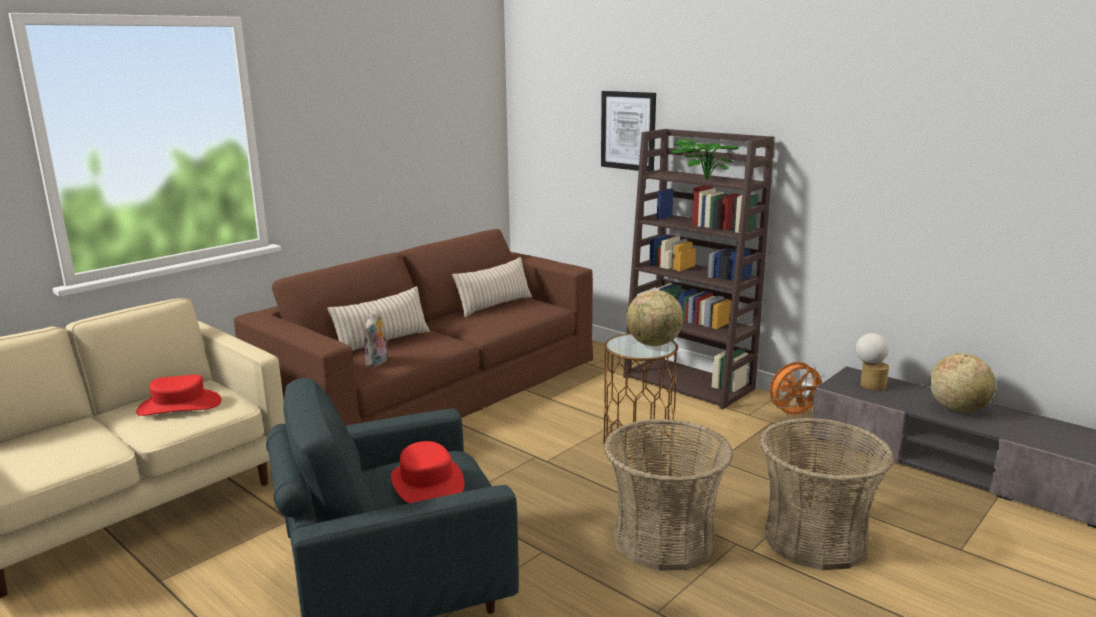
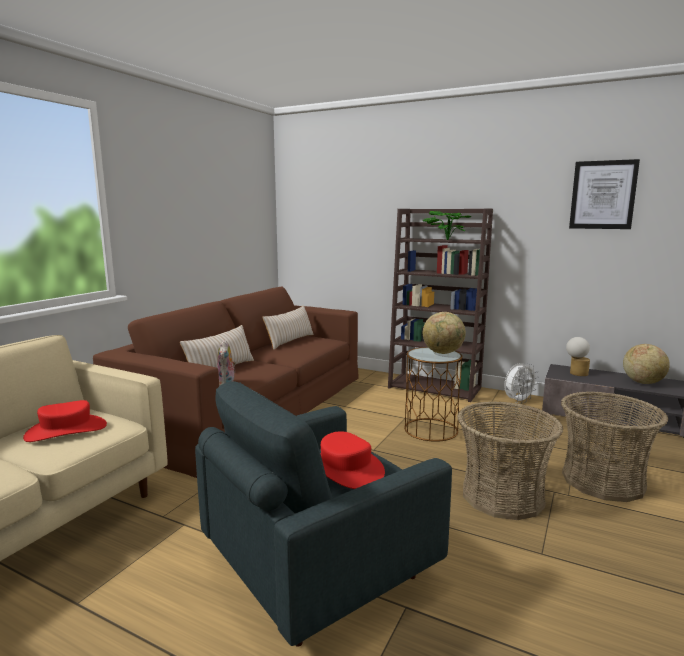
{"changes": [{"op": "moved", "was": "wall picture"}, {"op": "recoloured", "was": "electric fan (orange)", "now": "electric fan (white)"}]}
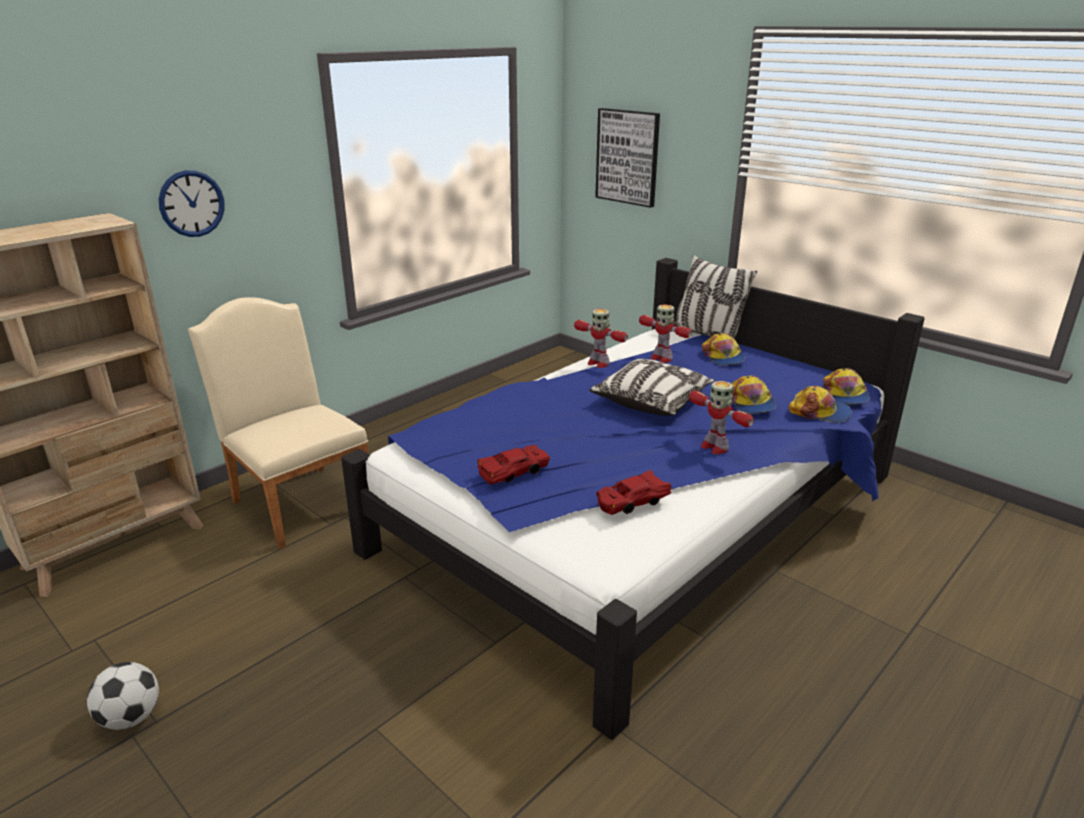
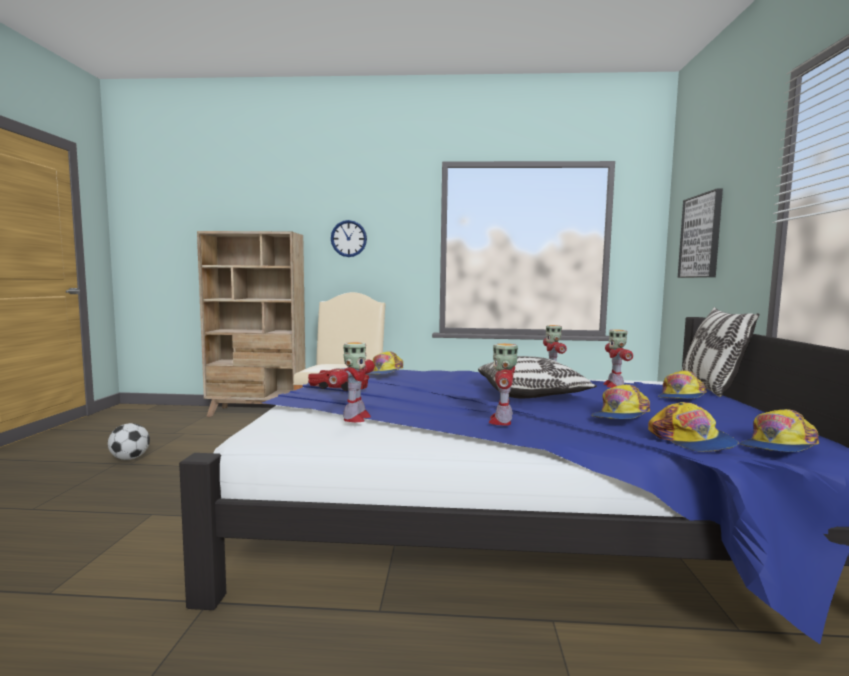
{"changes": [{"op": "replaced", "was": "model car (red) (2nd from left)", "now": "toy robot (1st from left)"}, {"op": "added", "now": "cap (1st from left)"}]}
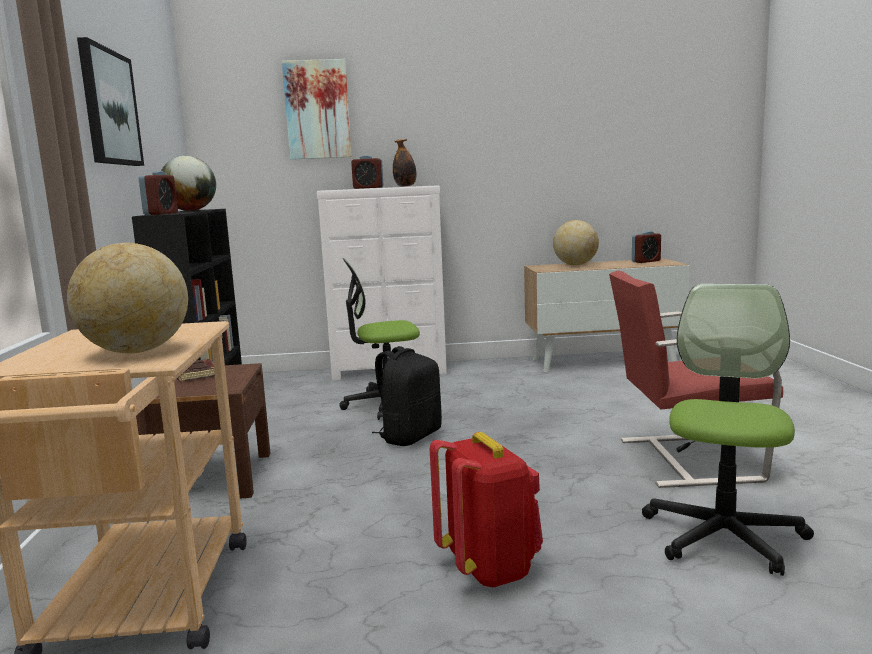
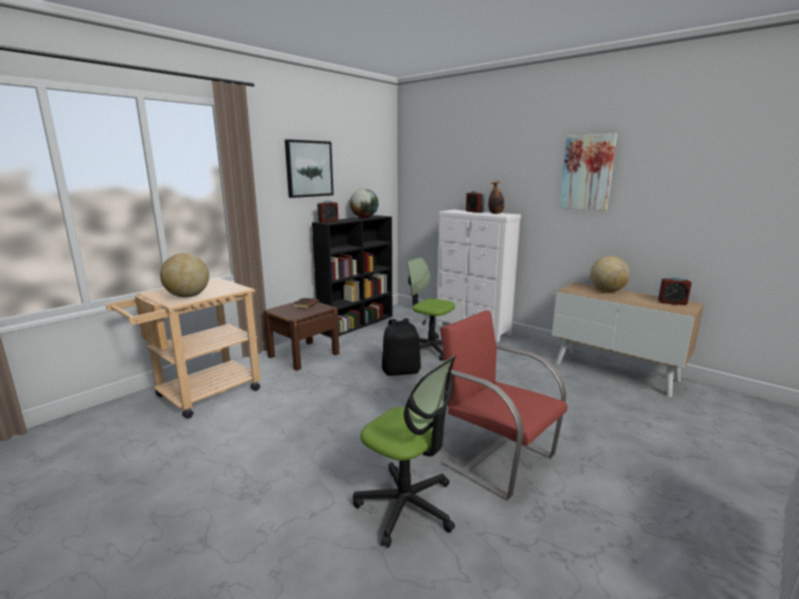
{"changes": [{"op": "moved", "was": "wall picture (2nd from left)"}, {"op": "removed", "was": "rucksack (red)"}, {"op": "turned", "was": "computer chair (2nd from left in the first image)", "clockwise": 60}]}
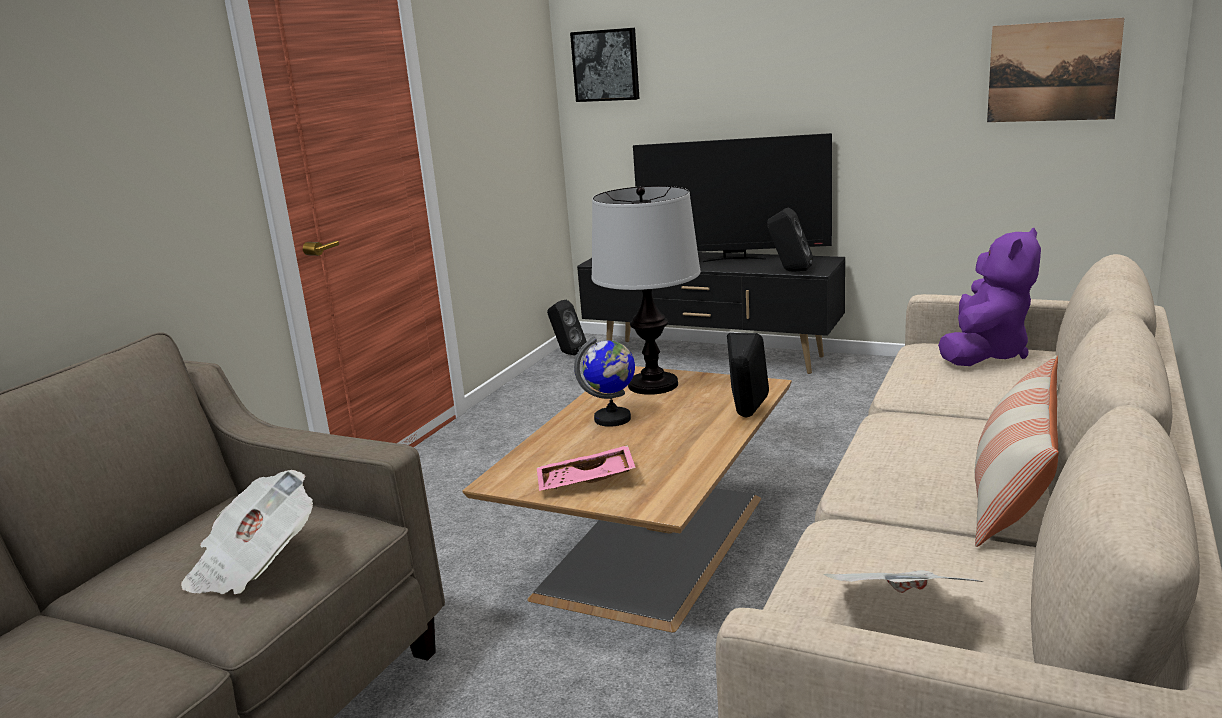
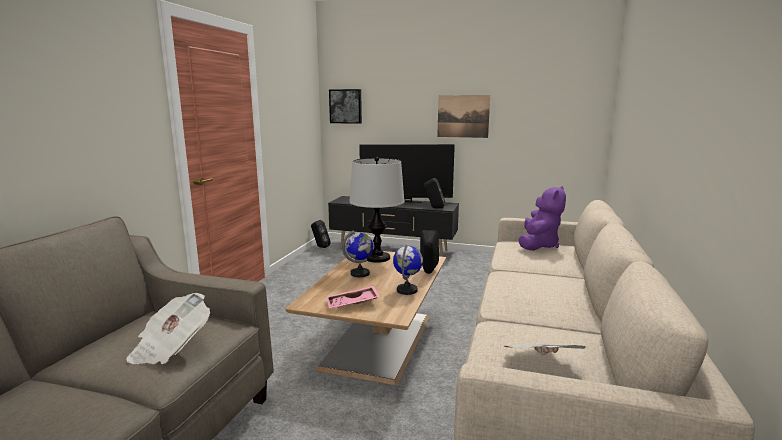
{"changes": [{"op": "removed", "was": "throw pillow"}, {"op": "moved", "was": "wall picture (2nd from left)"}, {"op": "added", "now": "world globe (2nd from left)"}]}
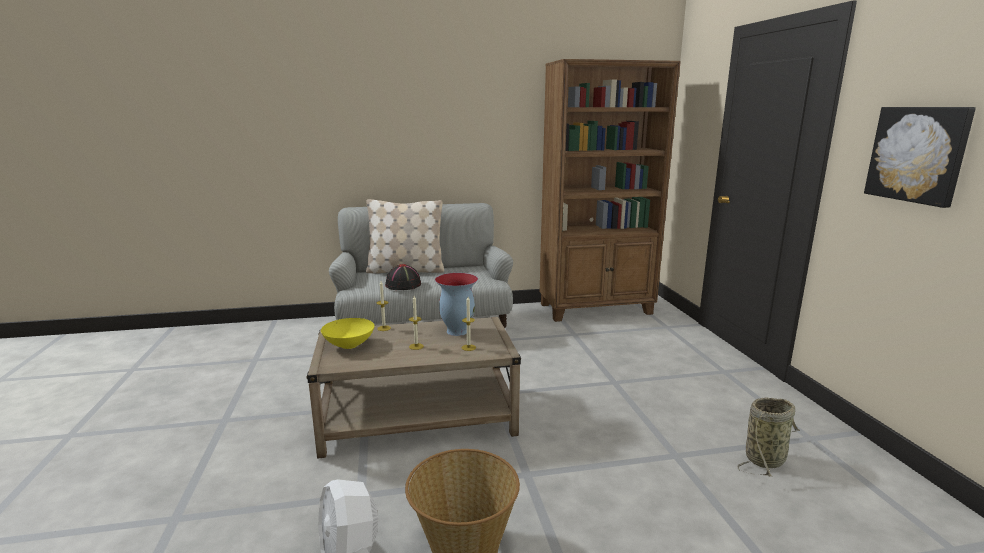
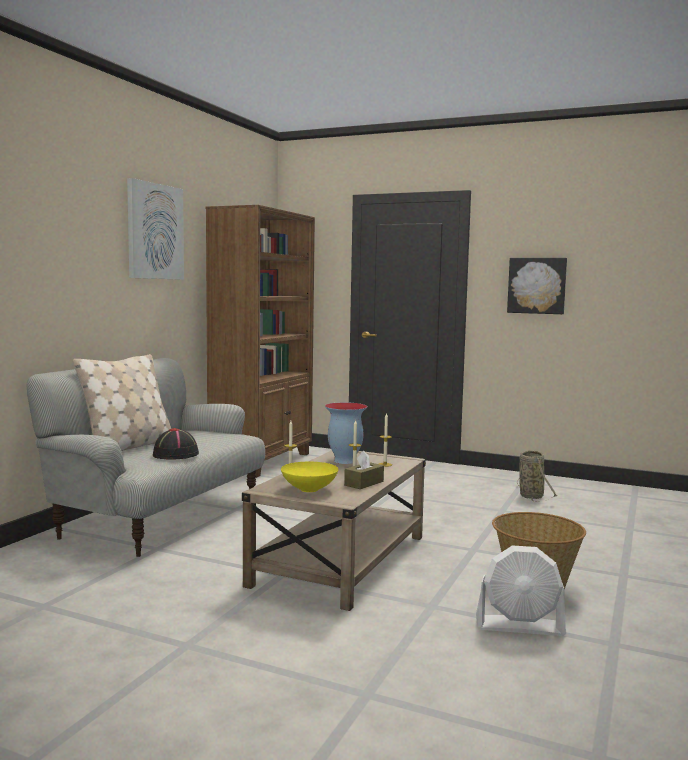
{"changes": [{"op": "added", "now": "wall picture (1st from left)"}, {"op": "added", "now": "tissue holder (brownish)"}]}
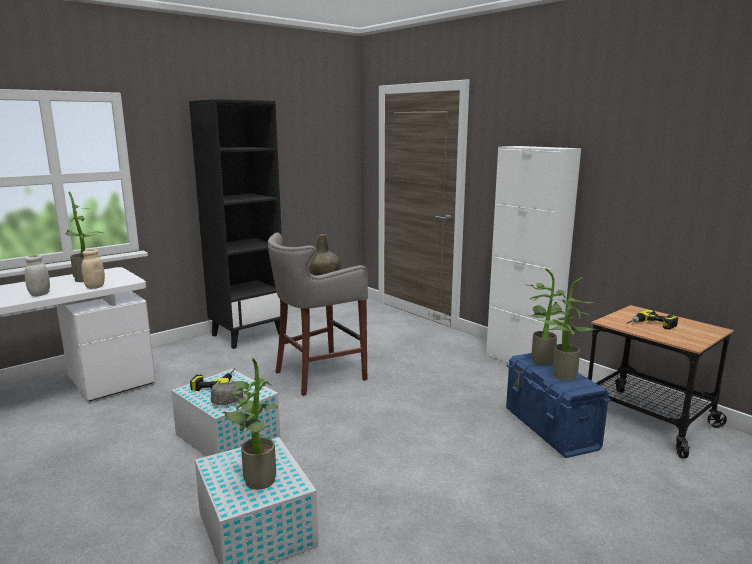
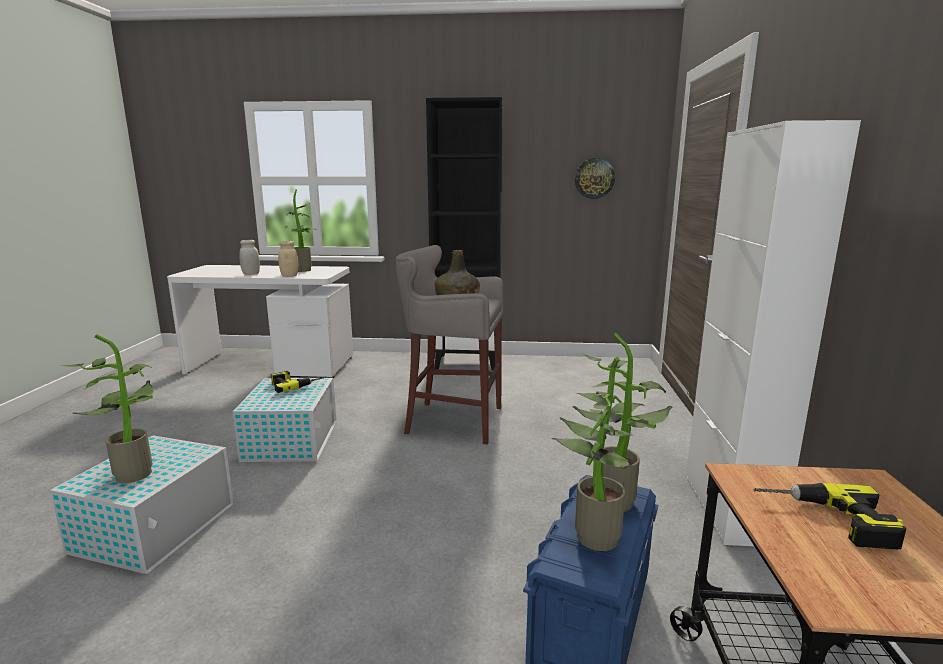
{"changes": [{"op": "removed", "was": "cap (greyish)"}, {"op": "added", "now": "hanging clock"}]}
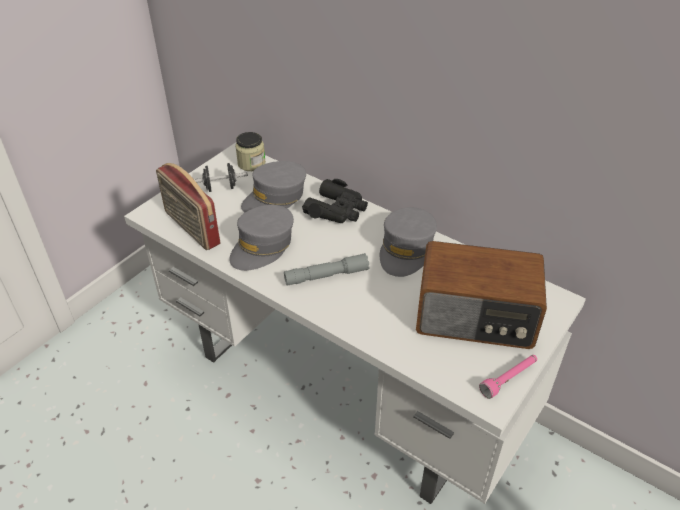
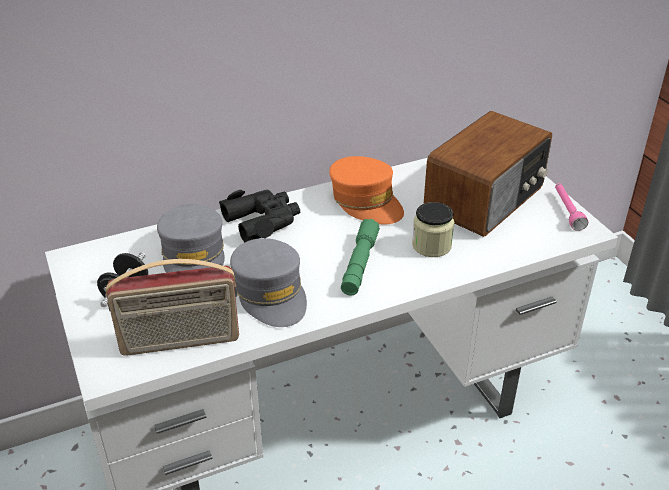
{"changes": [{"op": "moved", "was": "preserve jar"}, {"op": "recoloured", "was": "torch (greyish)", "now": "torch (green-coloured)"}, {"op": "recoloured", "was": "cap (greyish) (3rd from left)", "now": "cap (orange)"}]}
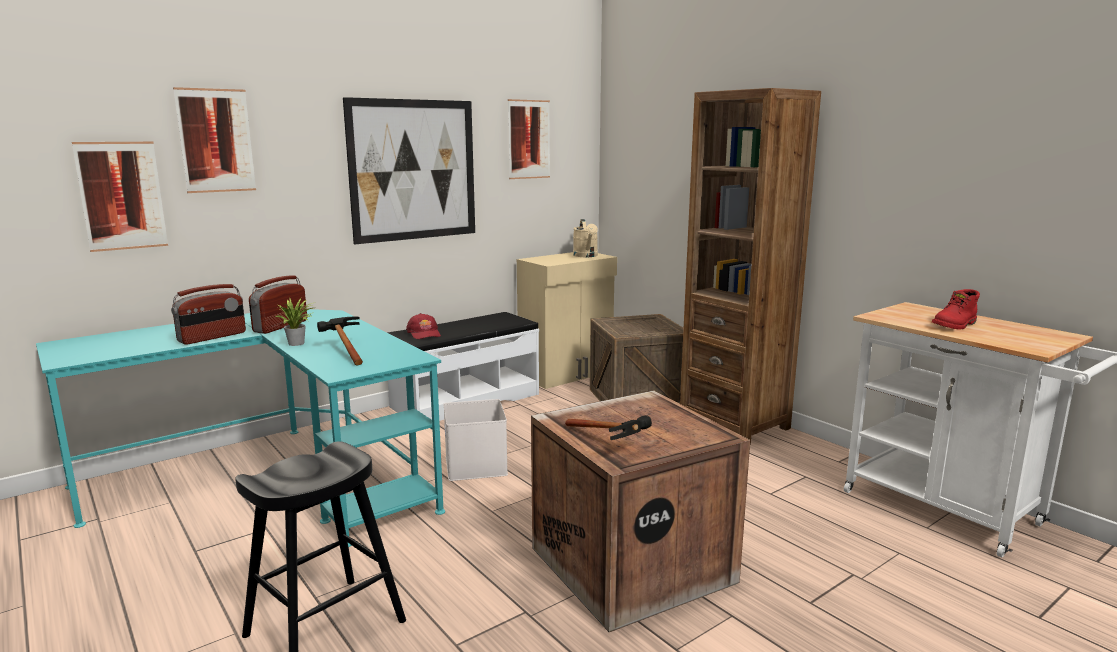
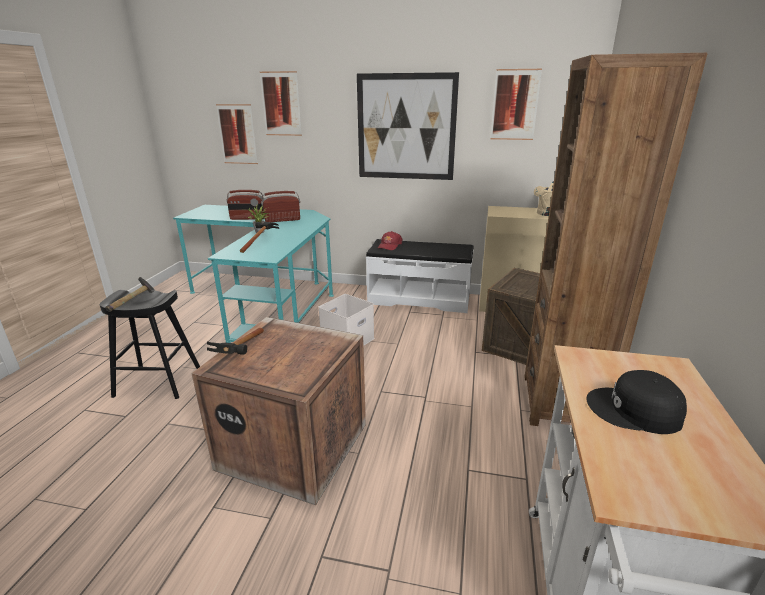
{"changes": [{"op": "replaced", "was": "boot (red)", "now": "cap (black-coloured)"}, {"op": "added", "now": "tool hammer (1st from left)"}]}
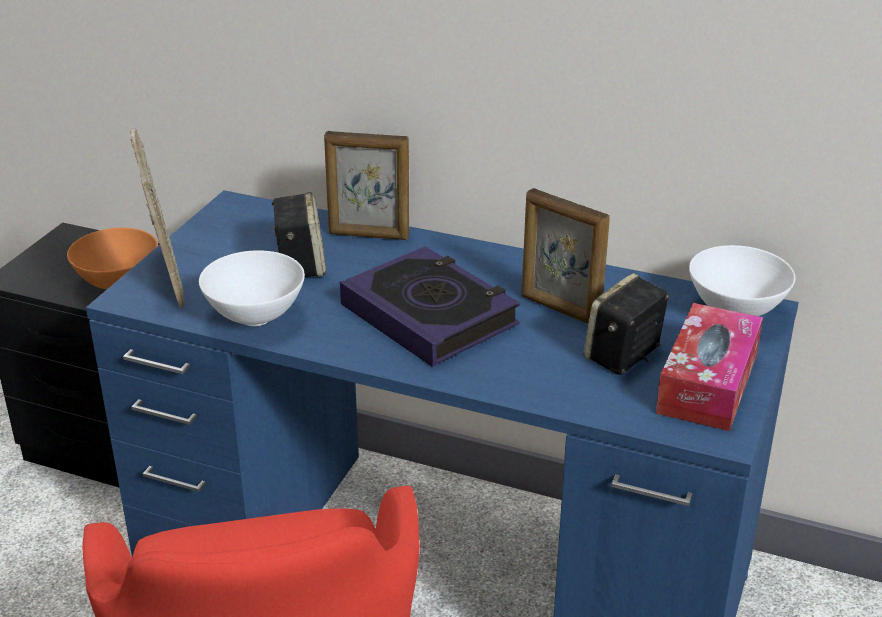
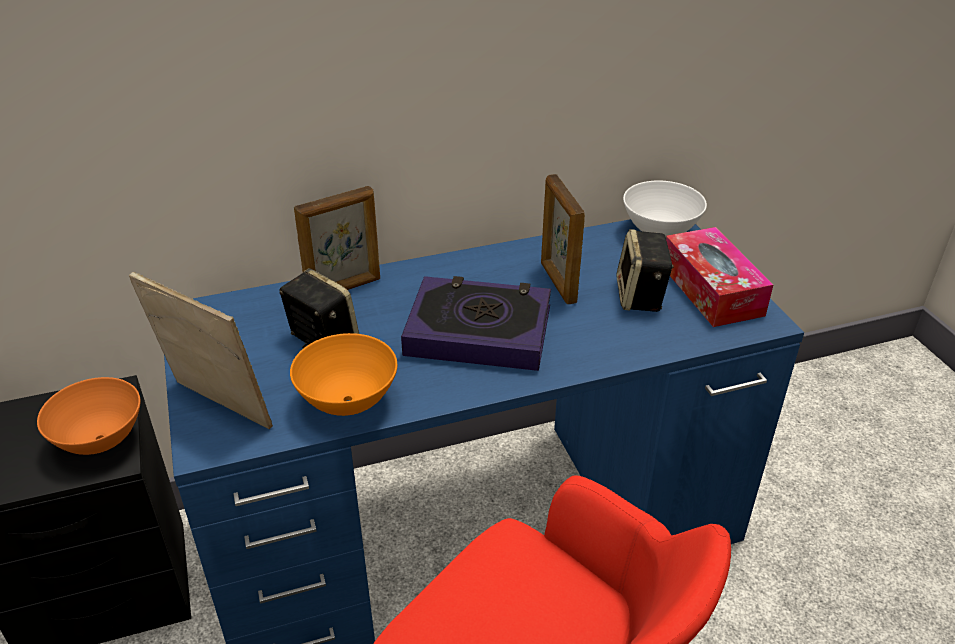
{"changes": [{"op": "recoloured", "was": "serving bowl (white) (1st from left)", "now": "serving bowl (orange) (2nd from left)"}, {"op": "turned", "was": "standing frame (3rd from left)", "clockwise": 75}]}
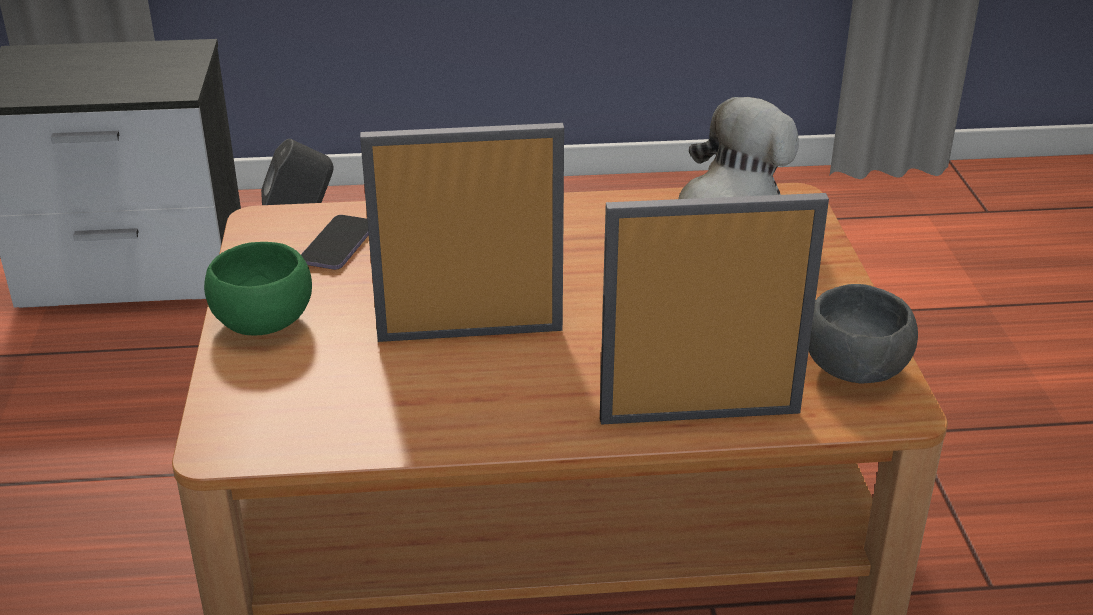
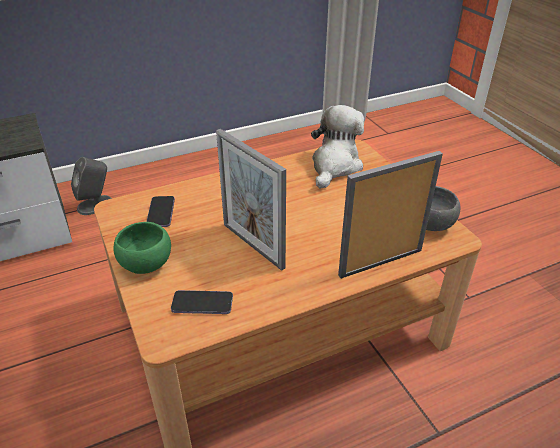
{"changes": [{"op": "turned", "was": "standing frame (1st from left)", "clockwise": -105}, {"op": "added", "now": "telephone (2nd from left)"}]}
